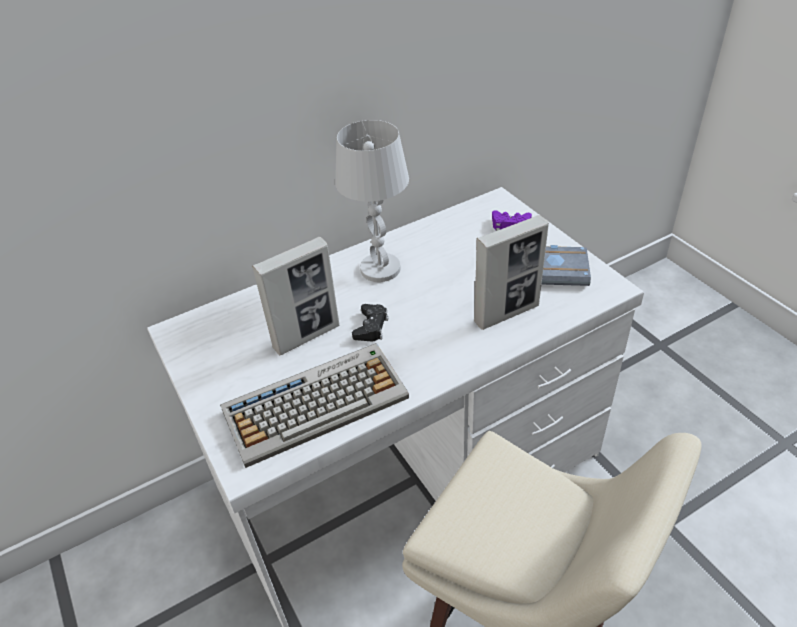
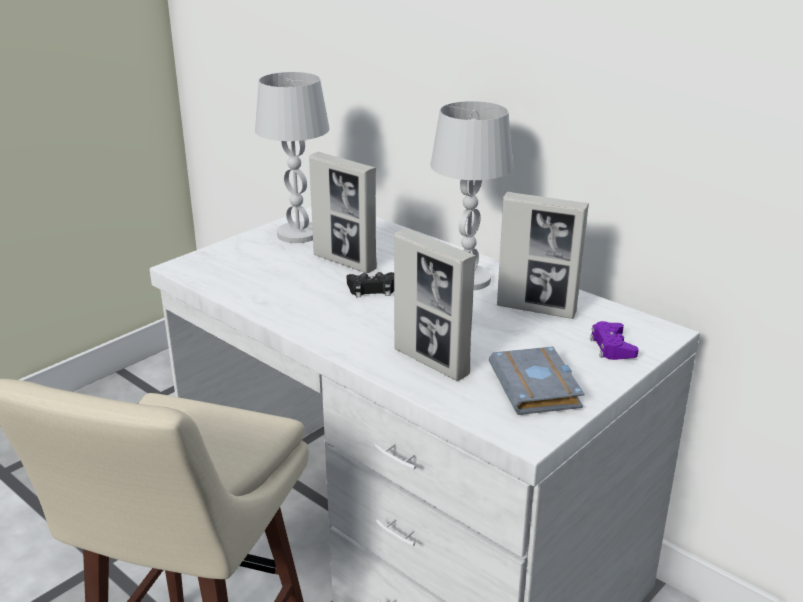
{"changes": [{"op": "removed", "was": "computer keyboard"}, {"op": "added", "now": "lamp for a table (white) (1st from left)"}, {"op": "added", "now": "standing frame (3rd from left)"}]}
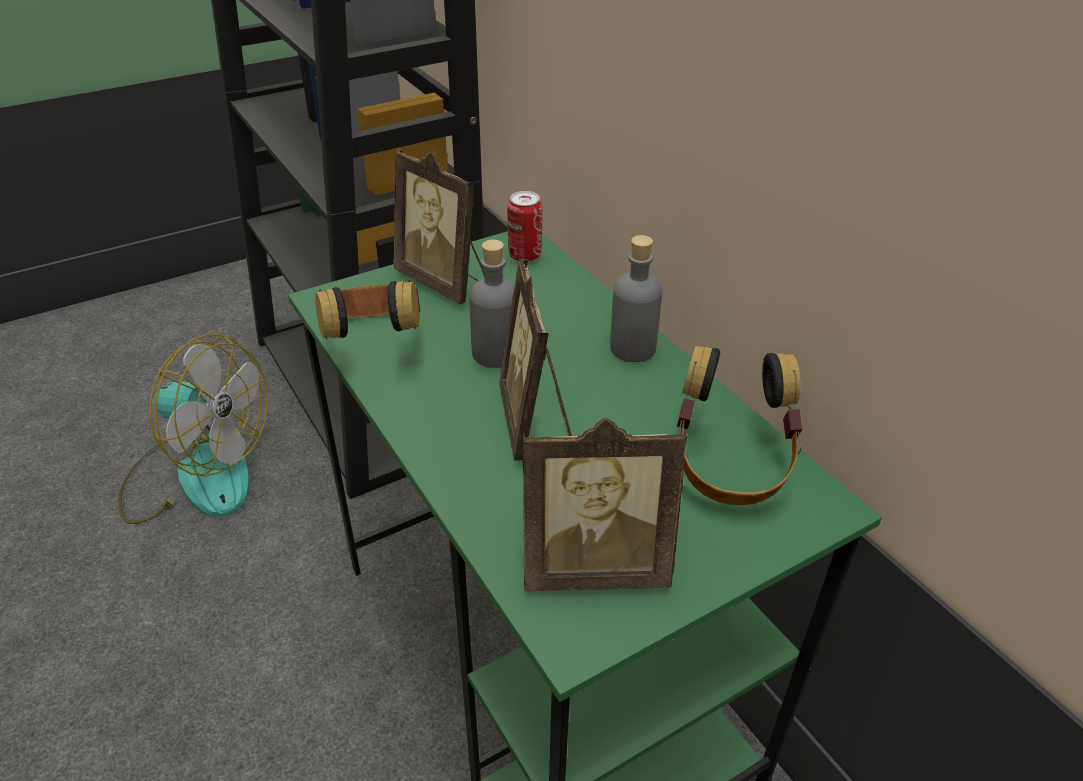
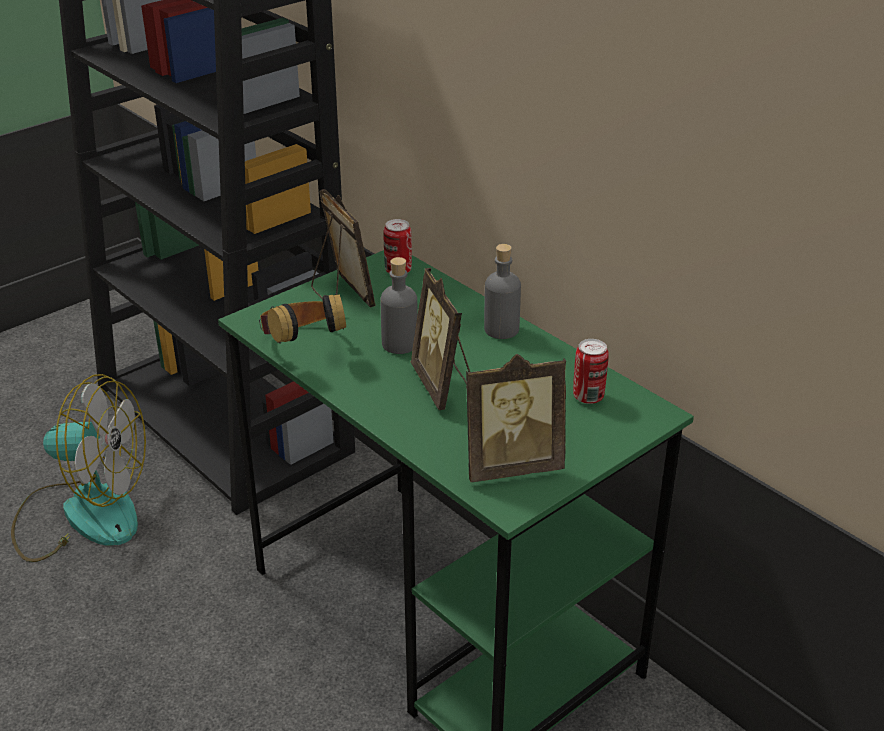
{"changes": [{"op": "turned", "was": "standing frame (1st from left)", "clockwise": -150}, {"op": "replaced", "was": "pair of headphones (2nd from left)", "now": "can (2nd from left)"}]}
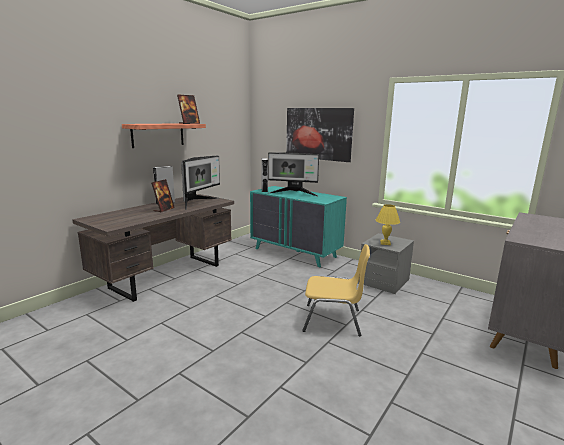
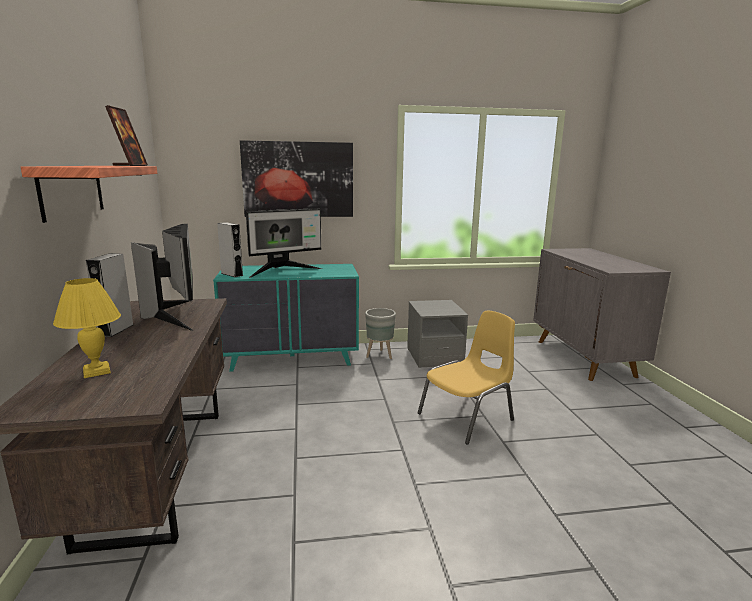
{"changes": [{"op": "removed", "was": "standing frame (1st from left)"}, {"op": "moved", "was": "lamp for a table (yellow-coloured)"}, {"op": "added", "now": "planter (greyish)"}]}
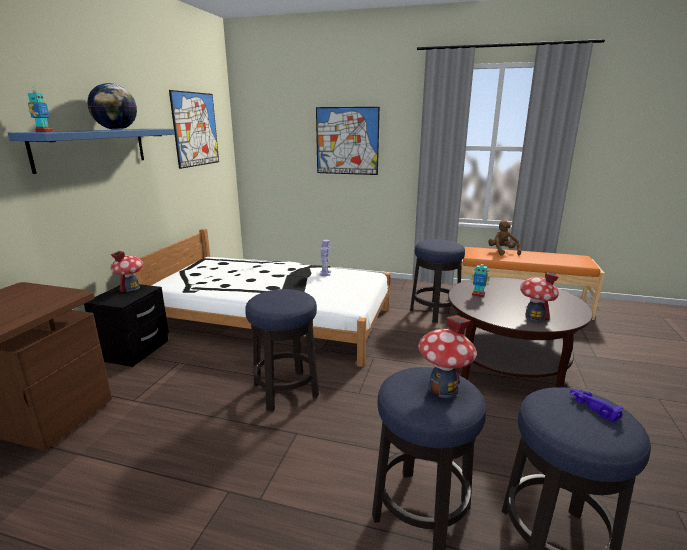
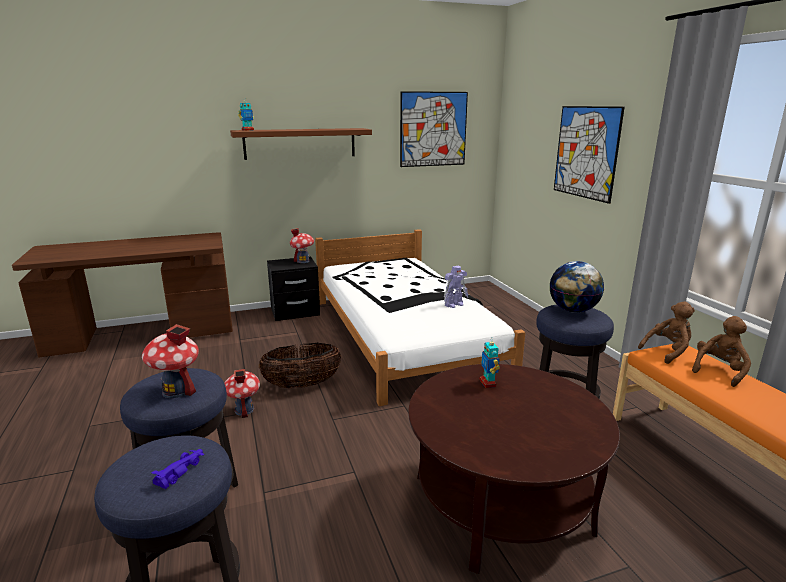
{"changes": [{"op": "recoloured", "was": "wall shelf (blue)", "now": "wall shelf (brownish)"}, {"op": "moved", "was": "world globe"}, {"op": "replaced", "was": "stool seat (1st from left)", "now": "storage basket"}, {"op": "moved", "was": "toy house (3rd from left in the first image)", "now": "toy house (2nd from left)"}, {"op": "added", "now": "plush toy (brownish) (1st from left)"}]}
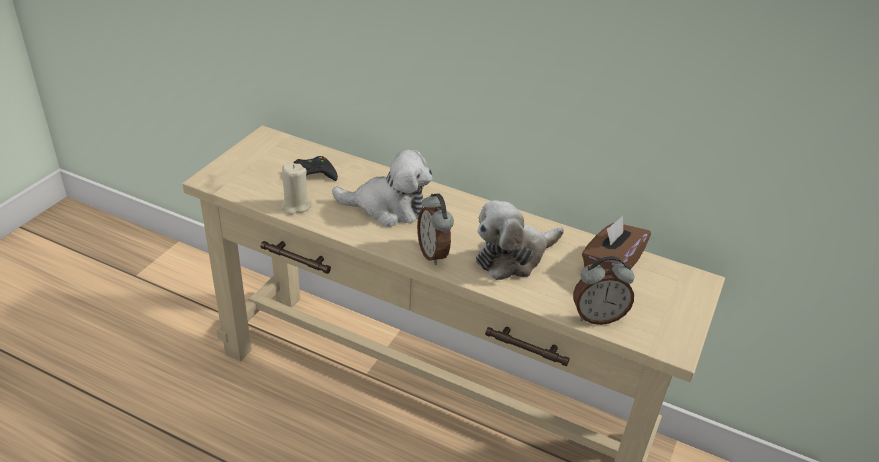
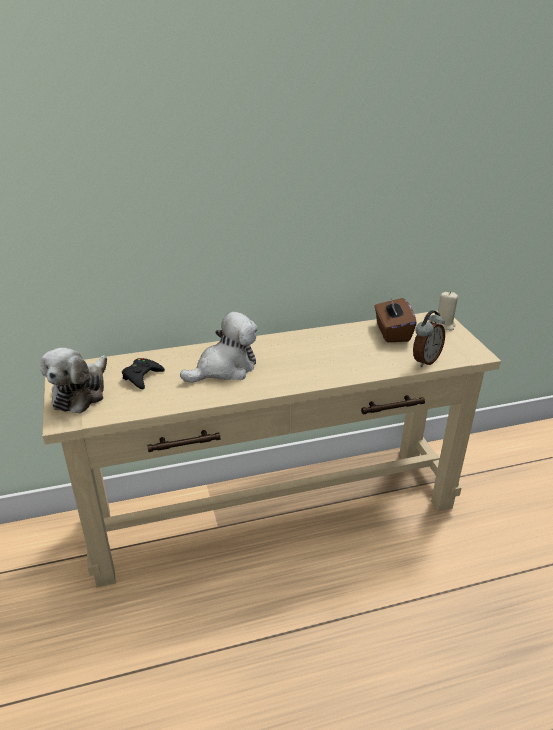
{"changes": [{"op": "moved", "was": "candle (beige-coloured)"}, {"op": "removed", "was": "table clock (1st from left)"}, {"op": "moved", "was": "plush toy (2nd from left in the first image)", "now": "plush toy (1st from left)"}]}
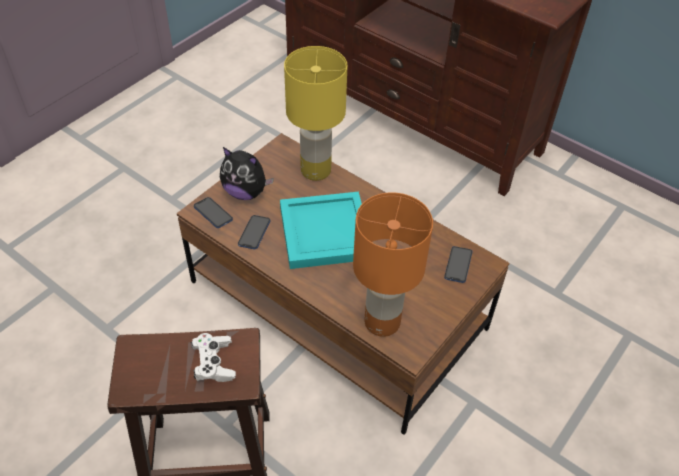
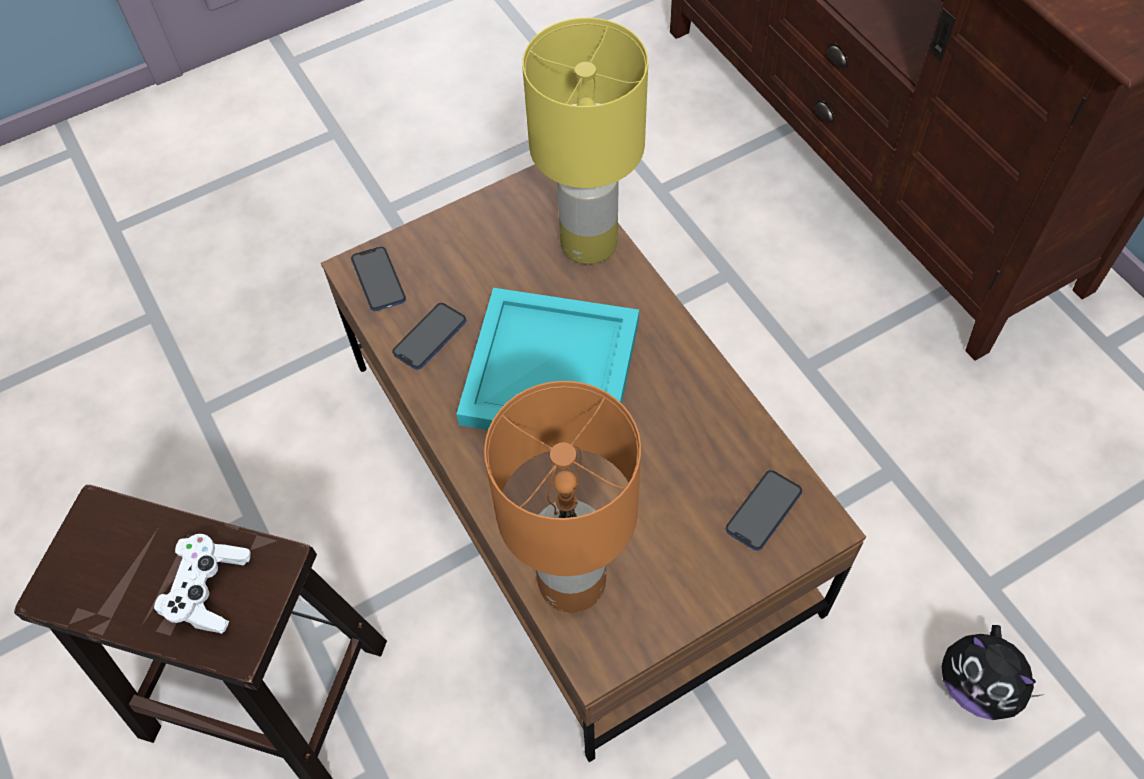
{"changes": [{"op": "moved", "was": "plush toy"}]}
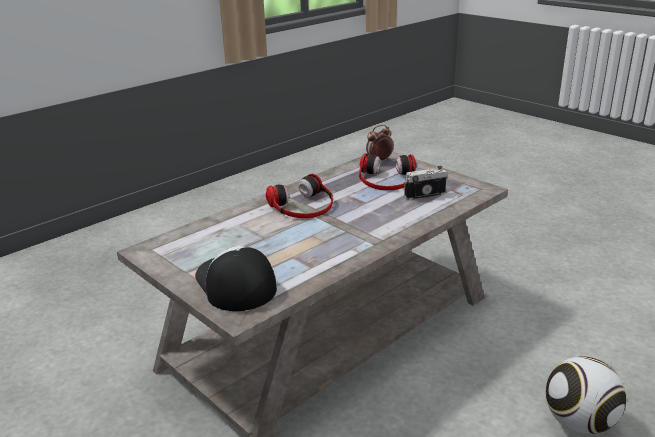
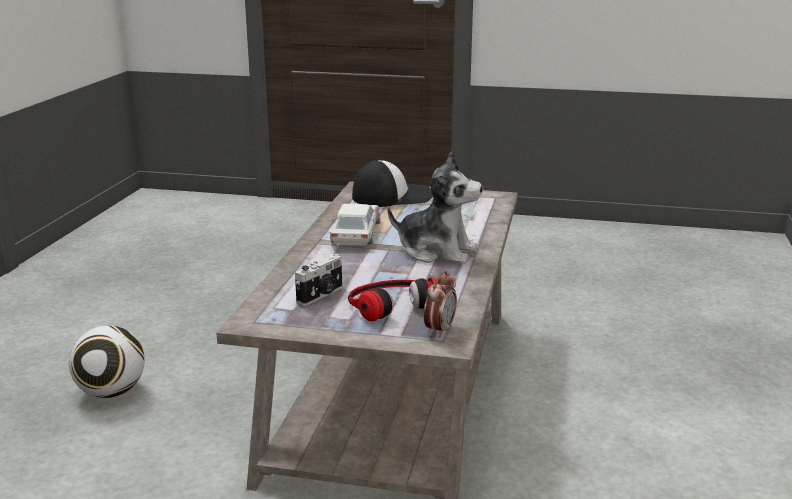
{"changes": [{"op": "turned", "was": "cap", "clockwise": -45}, {"op": "replaced", "was": "pair of headphones (1st from left)", "now": "plush toy"}, {"op": "added", "now": "model car"}]}
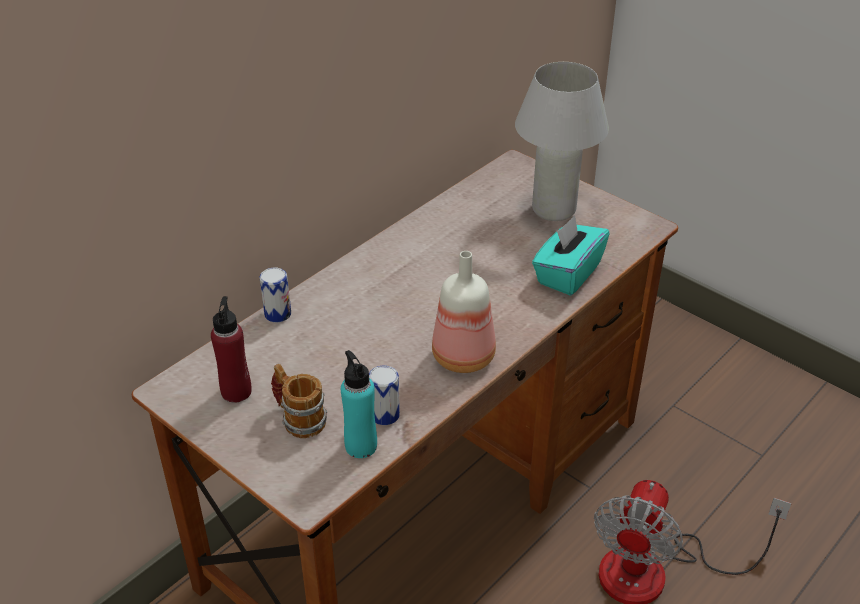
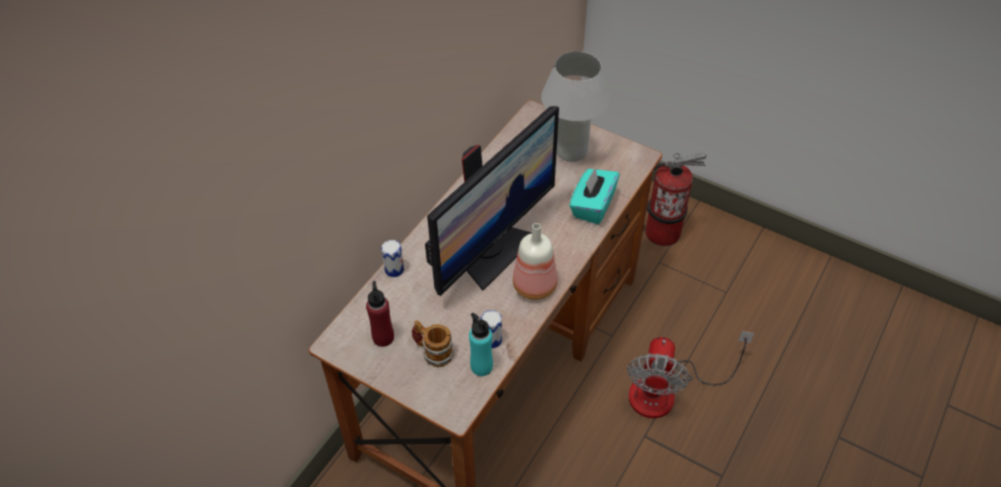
{"changes": [{"op": "added", "now": "computer screen"}, {"op": "added", "now": "extinguisher"}]}
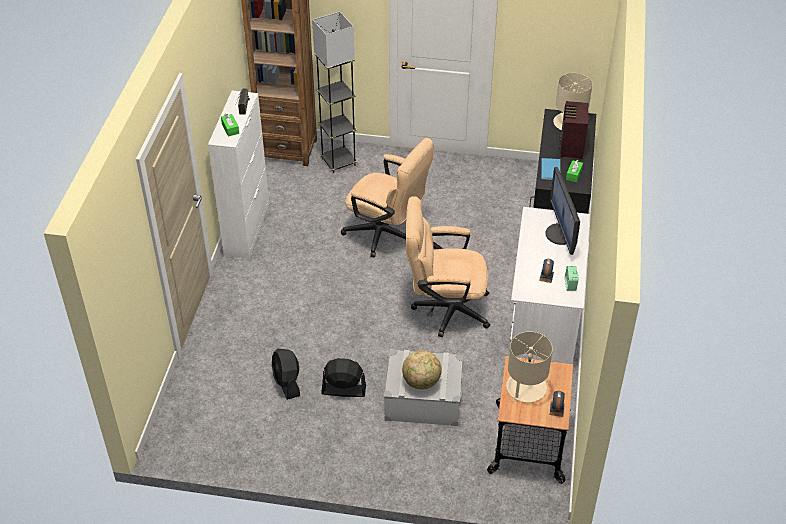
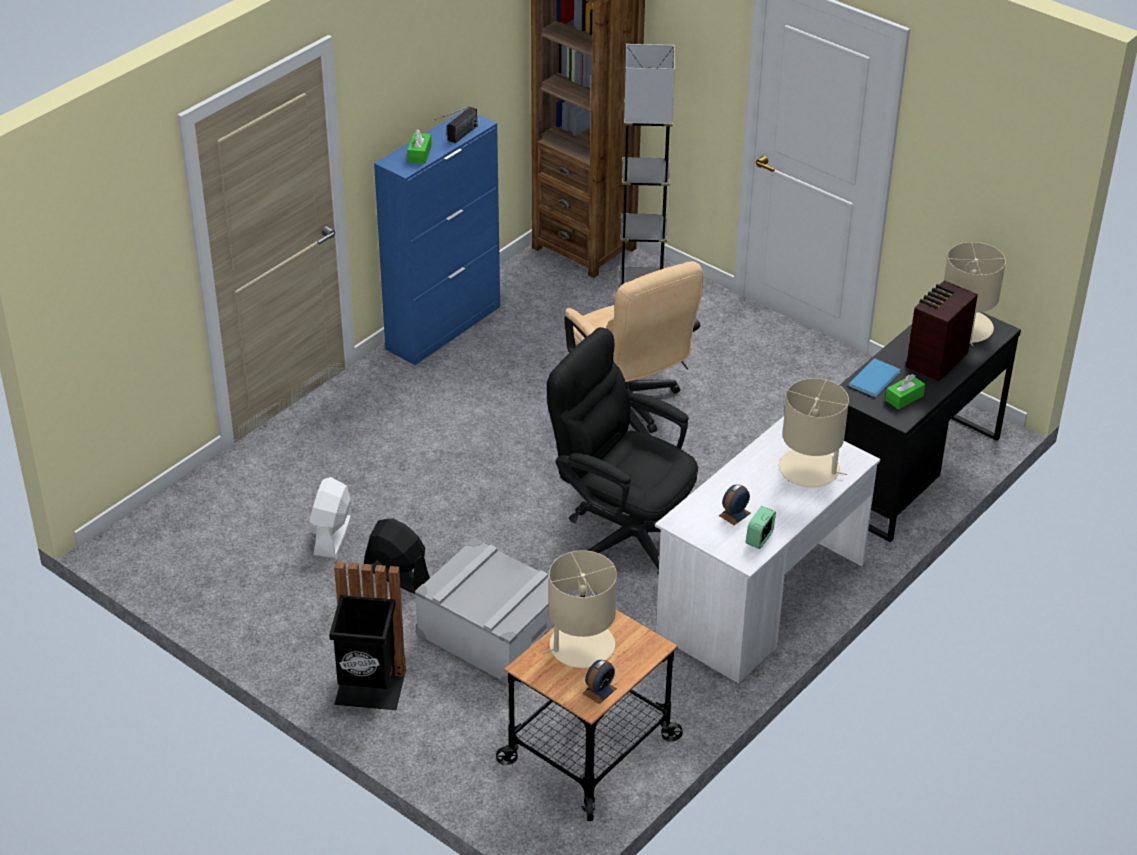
{"changes": [{"op": "recoloured", "was": "storage cabinet (white)", "now": "storage cabinet (blue)"}, {"op": "recoloured", "was": "electric fan (black-coloured) (1st from left)", "now": "electric fan (white)"}, {"op": "removed", "was": "world globe"}, {"op": "recoloured", "was": "computer chair (beige-coloured) (2nd from left)", "now": "computer chair (black-coloured)"}, {"op": "replaced", "was": "computer screen", "now": "lamp for a table (beige-coloured) (2nd from left)"}, {"op": "added", "now": "rubbish bin (black-coloured)"}]}
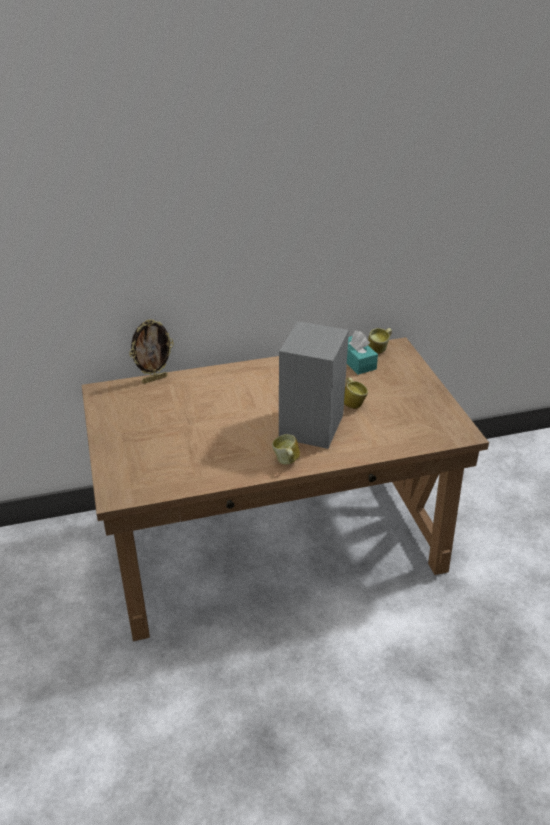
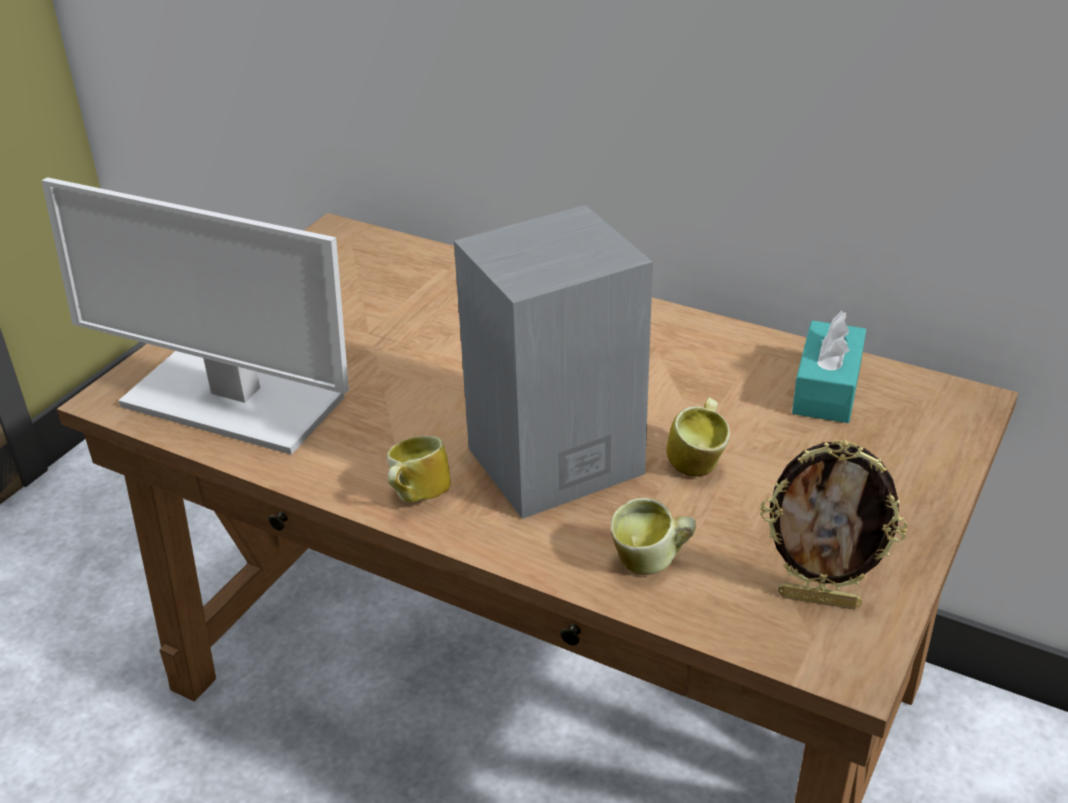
{"changes": [{"op": "moved", "was": "standing frame"}, {"op": "moved", "was": "tea mug (3rd from left in the first image)", "now": "tea mug (2nd from left)"}, {"op": "added", "now": "computer screen"}]}
